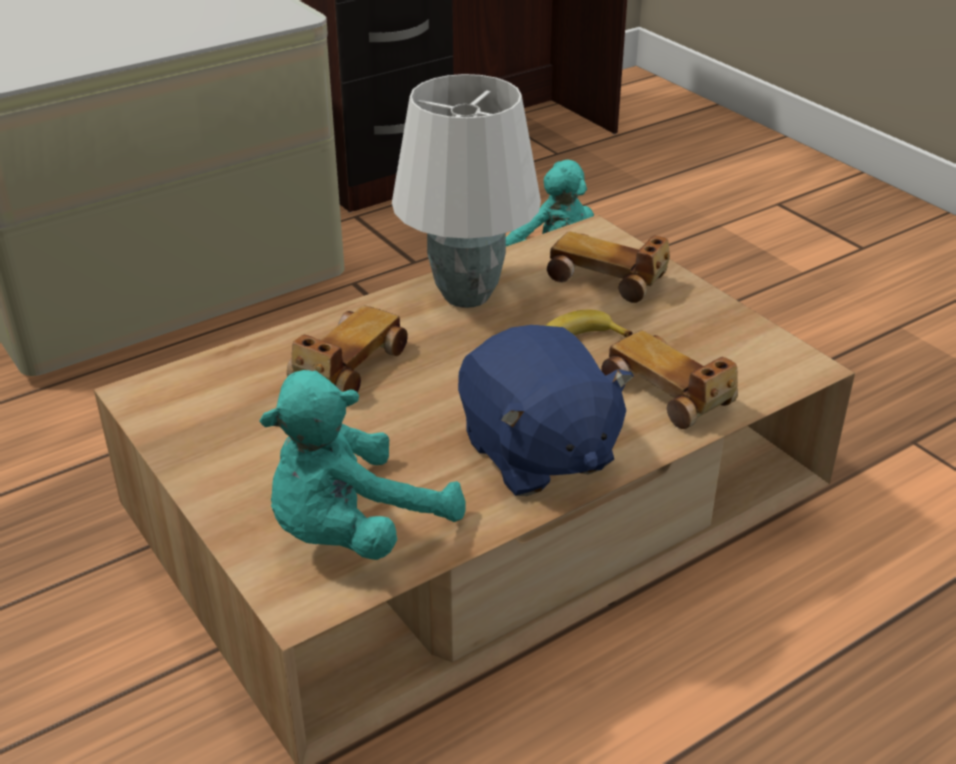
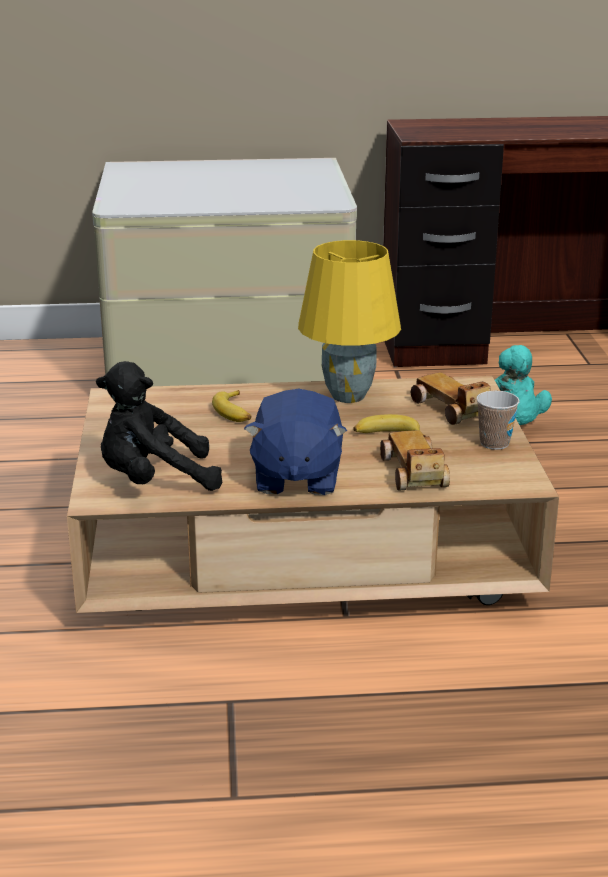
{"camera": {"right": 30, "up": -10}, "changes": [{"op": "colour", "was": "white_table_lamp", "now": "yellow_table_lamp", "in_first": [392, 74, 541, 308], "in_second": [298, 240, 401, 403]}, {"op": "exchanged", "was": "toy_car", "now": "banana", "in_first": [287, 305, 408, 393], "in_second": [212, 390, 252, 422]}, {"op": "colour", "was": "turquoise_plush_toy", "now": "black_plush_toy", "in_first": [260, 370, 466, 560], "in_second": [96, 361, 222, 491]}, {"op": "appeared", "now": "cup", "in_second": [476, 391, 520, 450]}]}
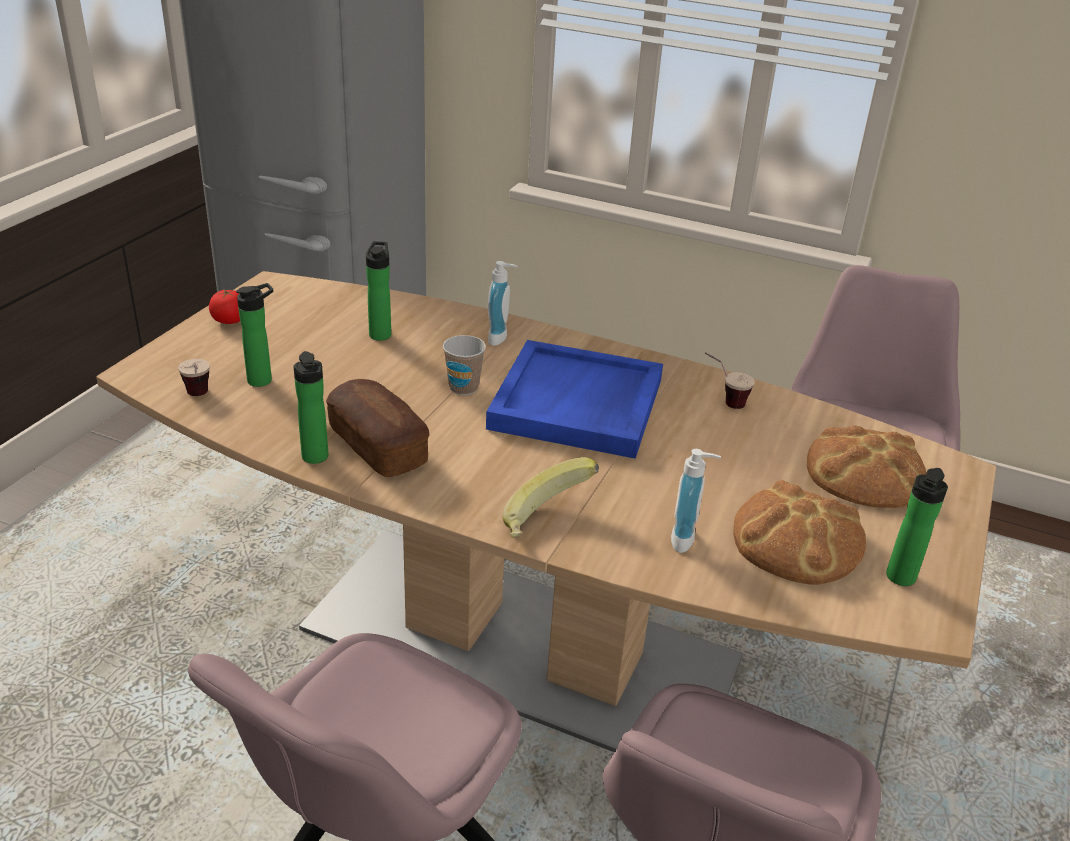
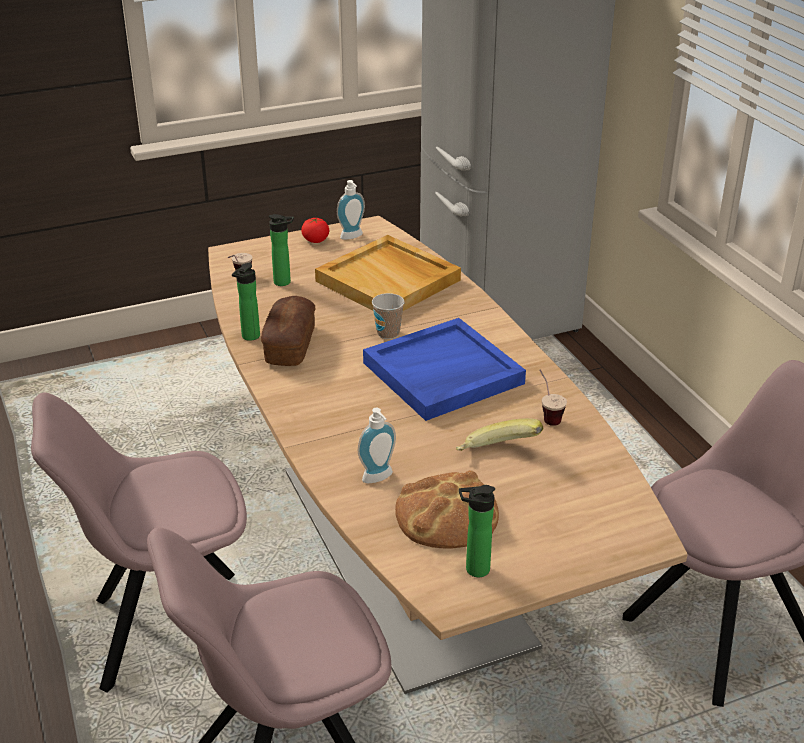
{"camera": {"right": 45, "up": 0}, "changes": [{"op": "exchanged", "was": "bottle", "now": "beige_tray", "in_first": [366, 241, 391, 341], "in_second": [315, 235, 461, 311]}, {"op": "relocated", "was": "soap_dispenser", "in_first": [488, 261, 518, 346], "in_second": [337, 180, 365, 240]}, {"op": "missing", "was": "bread", "in_first": [807, 425, 926, 508]}, {"op": "relocated", "was": "banana", "in_first": [502, 457, 599, 538], "in_second": [456, 418, 543, 451]}]}
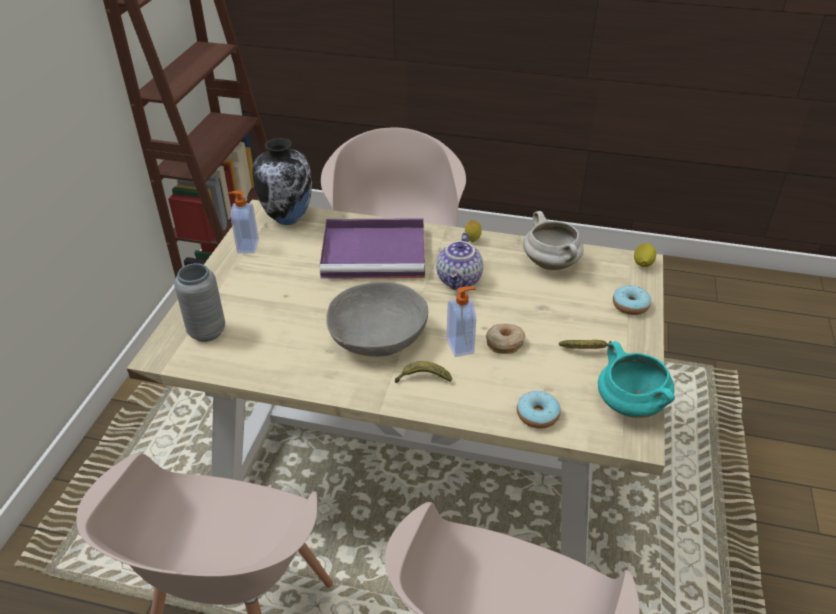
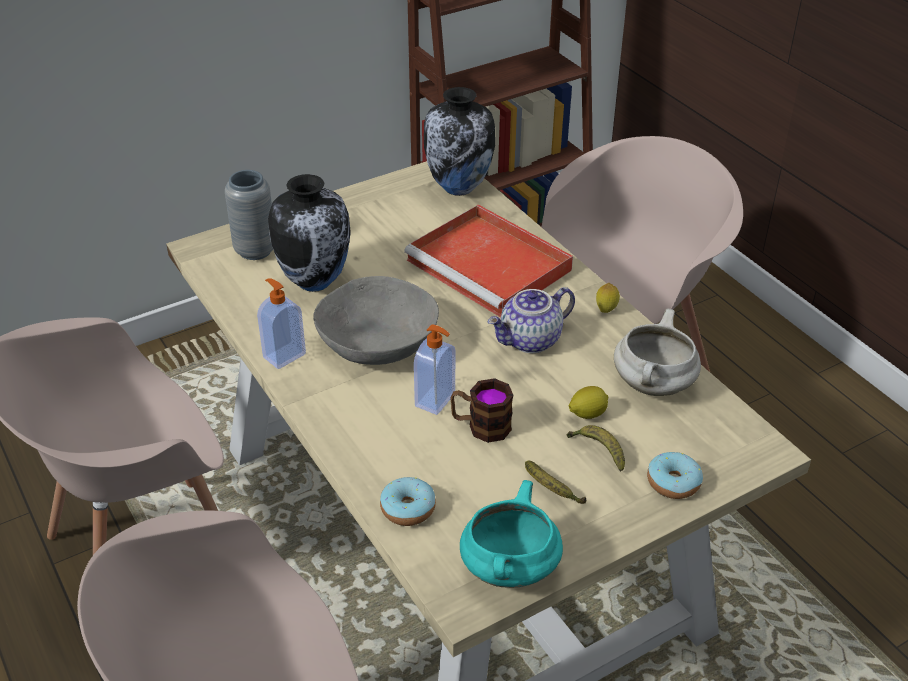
{"camera": {"right": 45, "up": 0}, "changes": [{"op": "relocated", "was": "soap_dispenser", "in_first": [228, 191, 259, 254], "in_second": [257, 278, 306, 369]}, {"op": "colour", "was": "purple_tray", "now": "red_tray", "in_first": [319, 218, 425, 279], "in_second": [404, 205, 573, 318]}, {"op": "relocated", "was": "lemon", "in_first": [634, 243, 656, 267], "in_second": [569, 386, 609, 419]}, {"op": "exchanged", "was": "donut", "now": "mug", "in_first": [486, 324, 525, 354], "in_second": [450, 378, 513, 443]}, {"op": "relocated", "was": "banana", "in_first": [395, 361, 452, 383], "in_second": [567, 425, 625, 472]}, {"op": "appeared", "now": "vase", "in_second": [268, 174, 351, 292]}]}
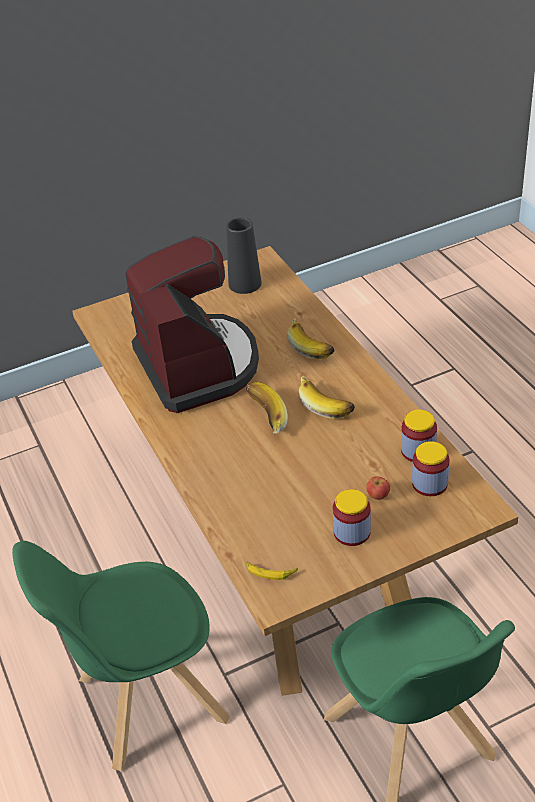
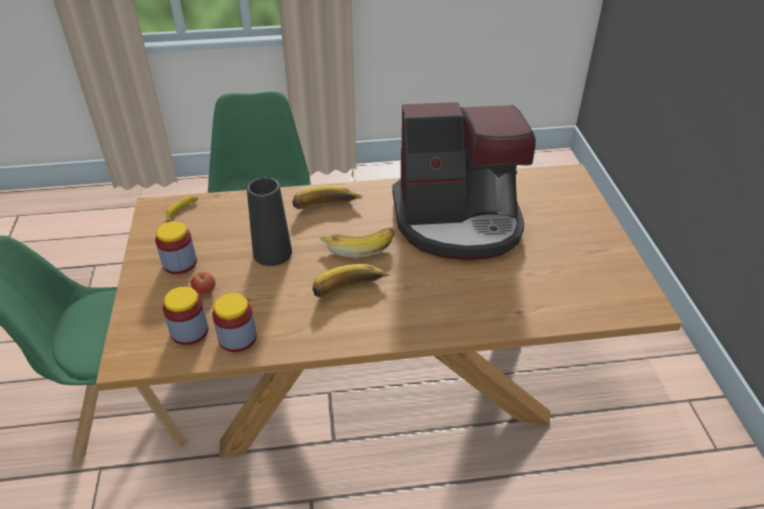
{"camera": {"right": 105, "up": 0}, "changes": [{"op": "relocated", "was": "black_vase", "in_first": [226, 218, 262, 294], "in_second": [247, 177, 292, 266]}, {"op": "relocated", "was": "banana", "in_first": [287, 318, 335, 359], "in_second": [292, 186, 363, 209]}]}
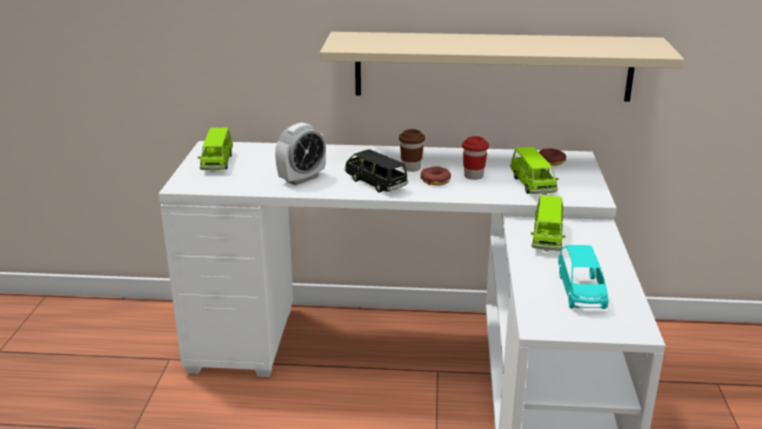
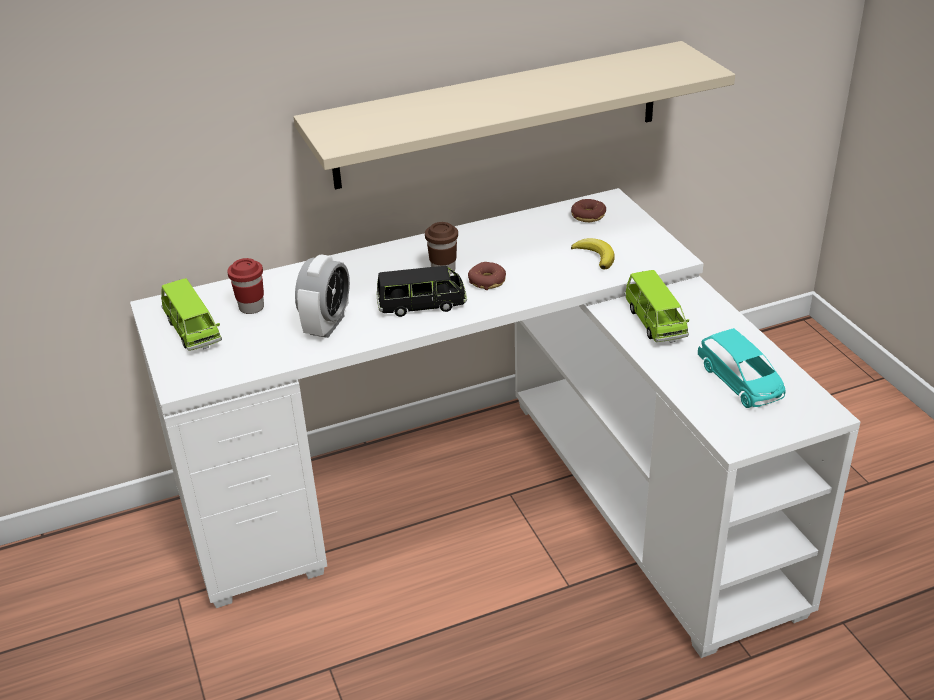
{"camera": {"right": -25, "up": 10}, "changes": [{"op": "relocated", "was": "red_cup", "in_first": [462, 136, 489, 180], "in_second": [227, 258, 264, 314]}, {"op": "exchanged", "was": "green_toy_car", "now": "banana", "in_first": [510, 147, 559, 195], "in_second": [571, 238, 614, 269]}, {"op": "spun", "was": "black_toy_car", "in_first": [345, 149, 408, 193], "in_second": [377, 266, 467, 317], "clockwise": 150}]}
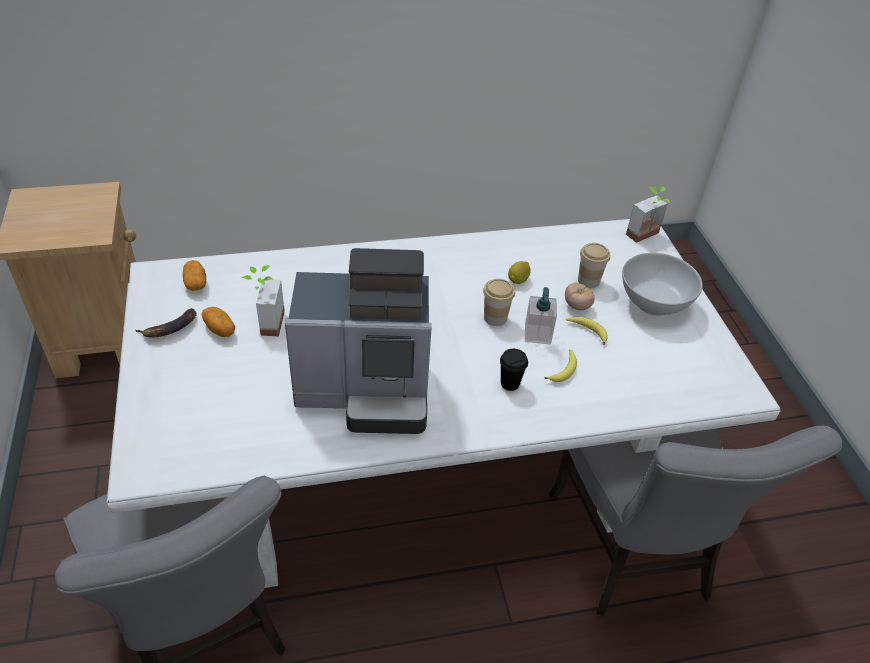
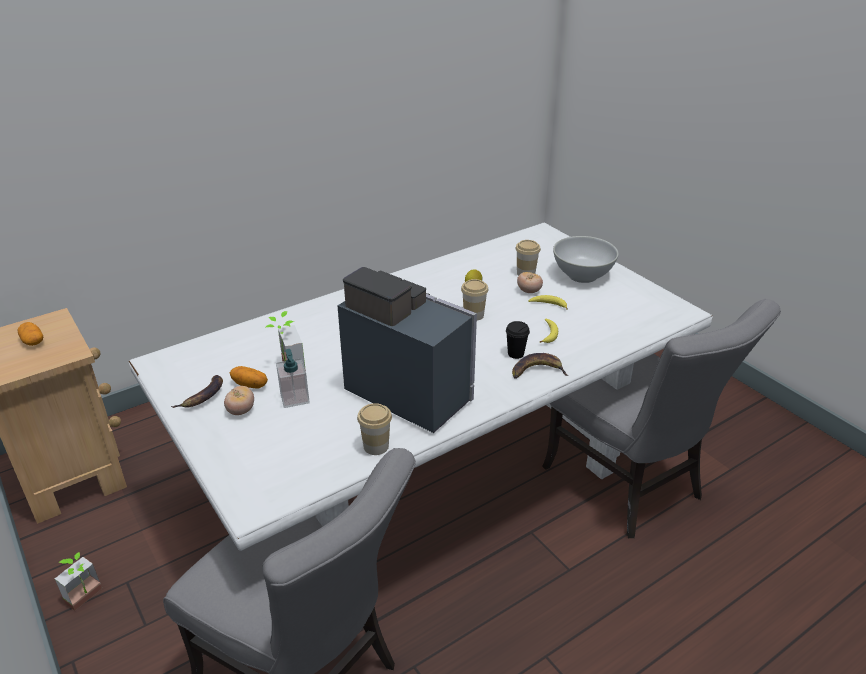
{"camera": {"right": -20, "up": -10}, "changes": [{"op": "relocated", "was": "potted_plant", "in_first": [626, 186, 670, 243], "in_second": [55, 552, 102, 611]}, {"op": "spun", "was": "coffee_machine", "in_first": [285, 248, 432, 434], "in_second": [338, 267, 477, 433], "clockwise": -120}, {"op": "relocated", "was": "potato", "in_first": [183, 260, 206, 291], "in_second": [18, 322, 43, 346]}, {"op": "relocated", "was": "soap_dispenser", "in_first": [525, 287, 557, 345], "in_second": [276, 349, 310, 408]}, {"op": "appeared", "now": "banana", "in_second": [512, 353, 568, 379]}, {"op": "appeared", "now": "tomato", "in_second": [224, 386, 254, 415]}, {"op": "appeared", "now": "cup", "in_second": [357, 403, 392, 455]}]}
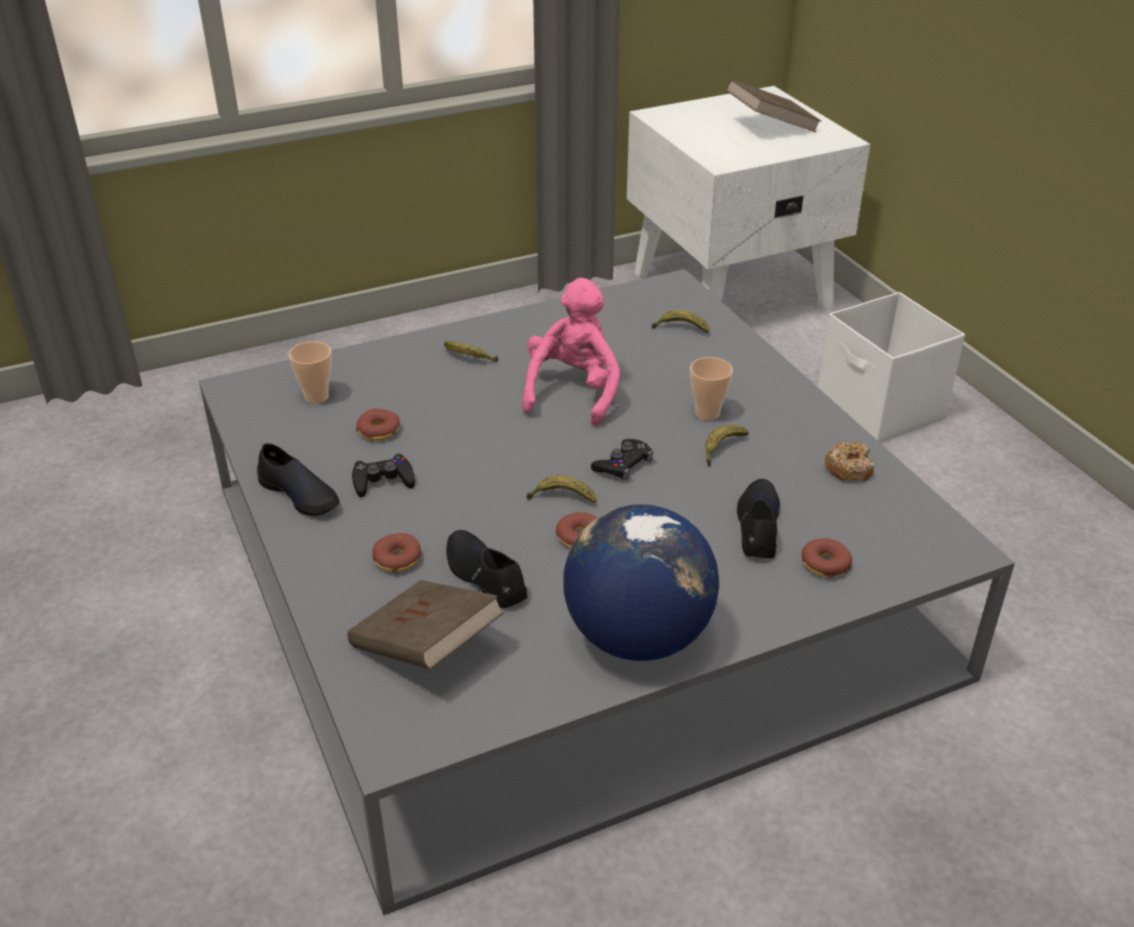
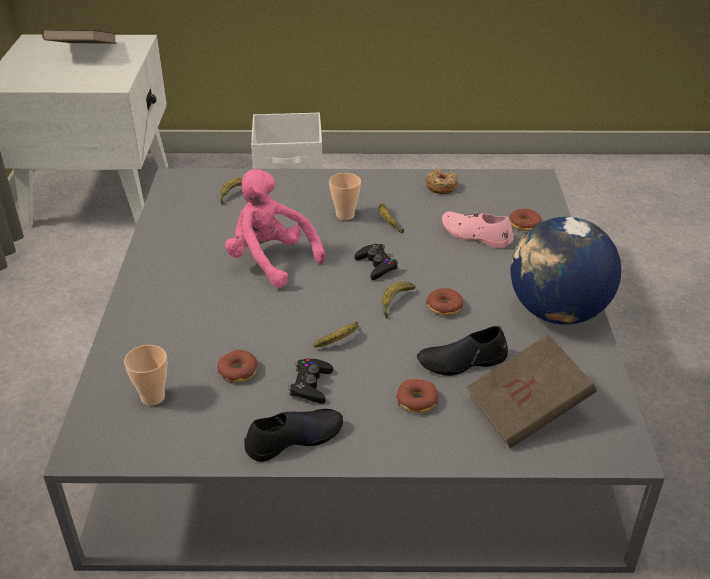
{"camera": {"right": -65, "up": 0}, "changes": [{"op": "relocated", "was": "banana", "in_first": [444, 341, 498, 362], "in_second": [313, 321, 358, 347]}, {"op": "colour", "was": "black_shoe", "now": "pink_shoe", "in_first": [737, 479, 780, 558], "in_second": [442, 211, 513, 248]}]}
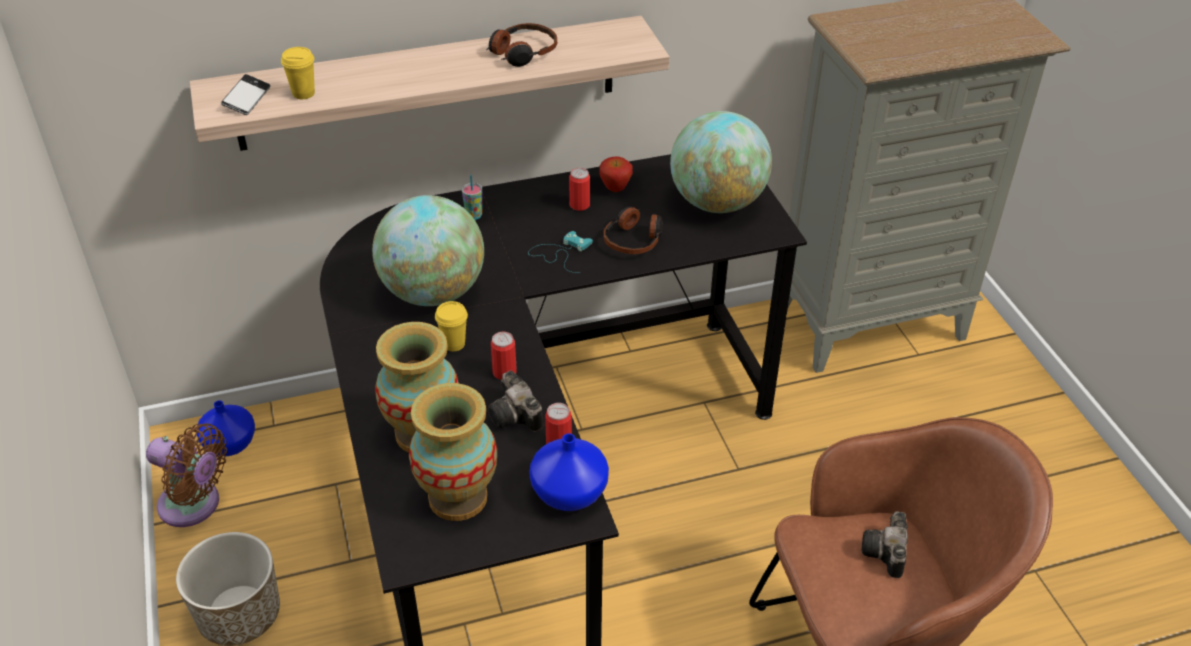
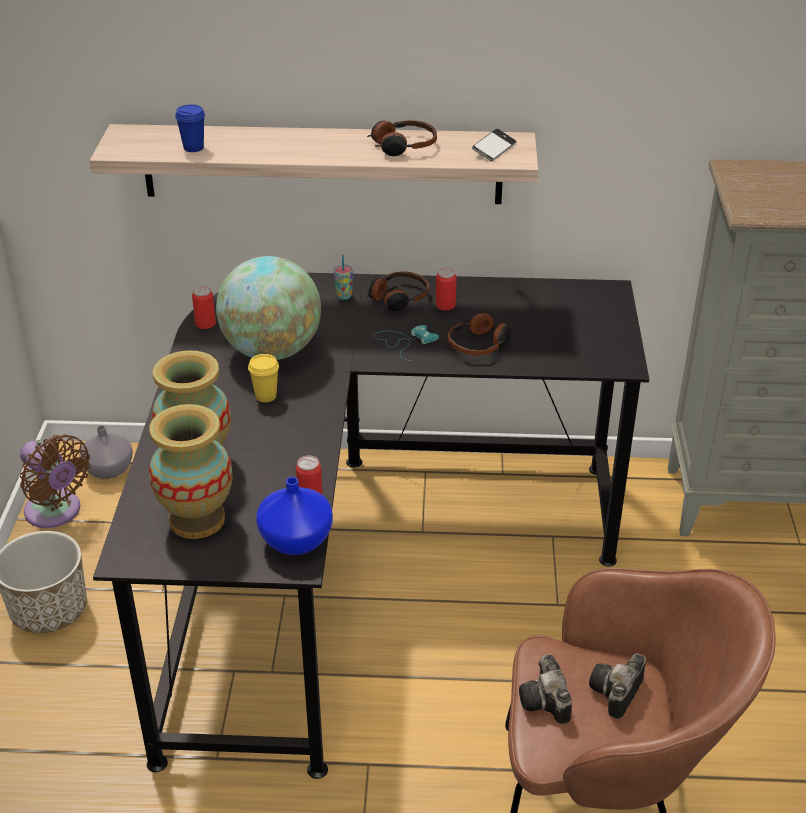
{"camera": {"right": 20, "up": -5}, "changes": [{"op": "colour", "was": "yellow_cup", "now": "blue_cup", "in_first": [281, 47, 315, 99], "in_second": [175, 104, 205, 152]}, {"op": "relocated", "was": "phone", "in_first": [221, 74, 270, 115], "in_second": [472, 129, 516, 161]}, {"op": "missing", "was": "globe", "in_first": [670, 111, 772, 213]}, {"op": "missing", "was": "apple", "in_first": [599, 156, 633, 192]}, {"op": "relocated", "was": "can", "in_first": [491, 332, 517, 380], "in_second": [192, 286, 216, 329]}, {"op": "relocated", "was": "photo_camera", "in_first": [488, 371, 543, 432], "in_second": [519, 654, 572, 724]}, {"op": "colour", "was": "blue_vase", "now": "grey_vase", "in_first": [197, 400, 255, 456], "in_second": [79, 425, 133, 479]}, {"op": "appeared", "now": "headphones", "in_second": [367, 271, 429, 311]}]}
